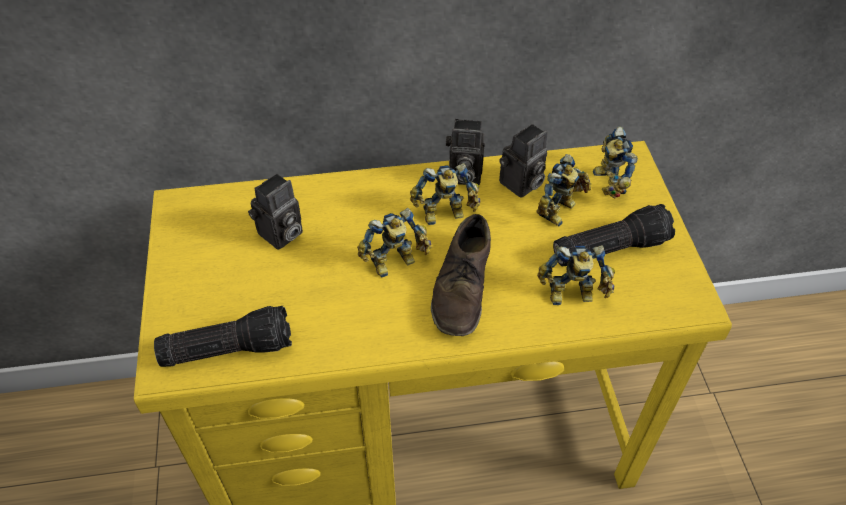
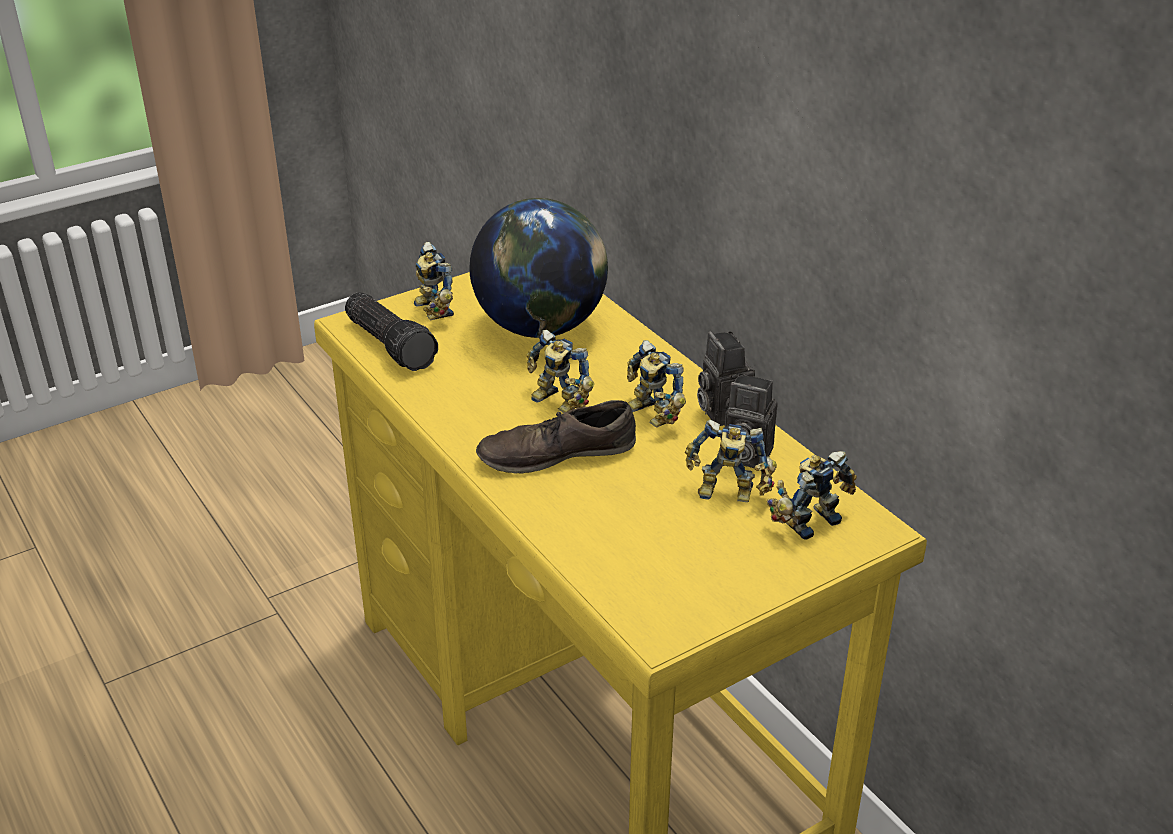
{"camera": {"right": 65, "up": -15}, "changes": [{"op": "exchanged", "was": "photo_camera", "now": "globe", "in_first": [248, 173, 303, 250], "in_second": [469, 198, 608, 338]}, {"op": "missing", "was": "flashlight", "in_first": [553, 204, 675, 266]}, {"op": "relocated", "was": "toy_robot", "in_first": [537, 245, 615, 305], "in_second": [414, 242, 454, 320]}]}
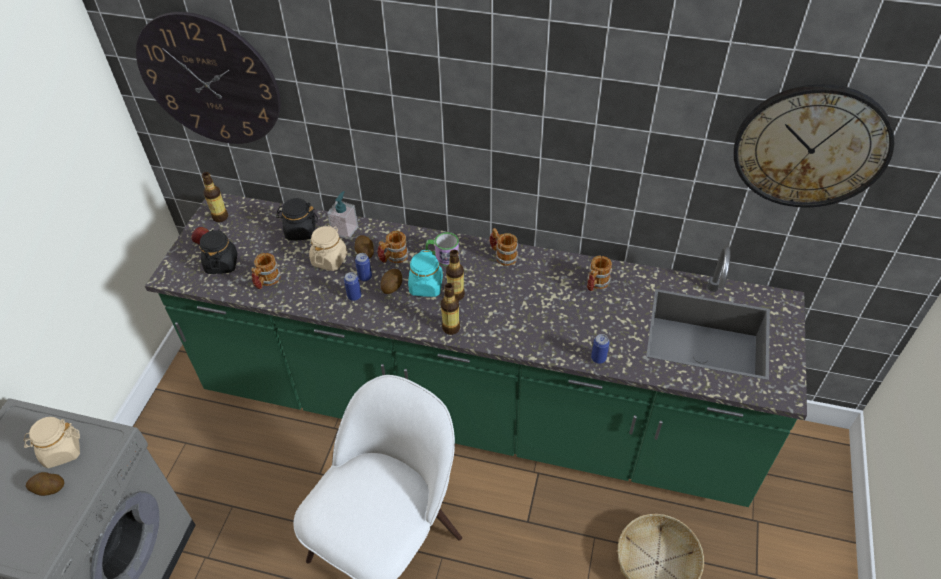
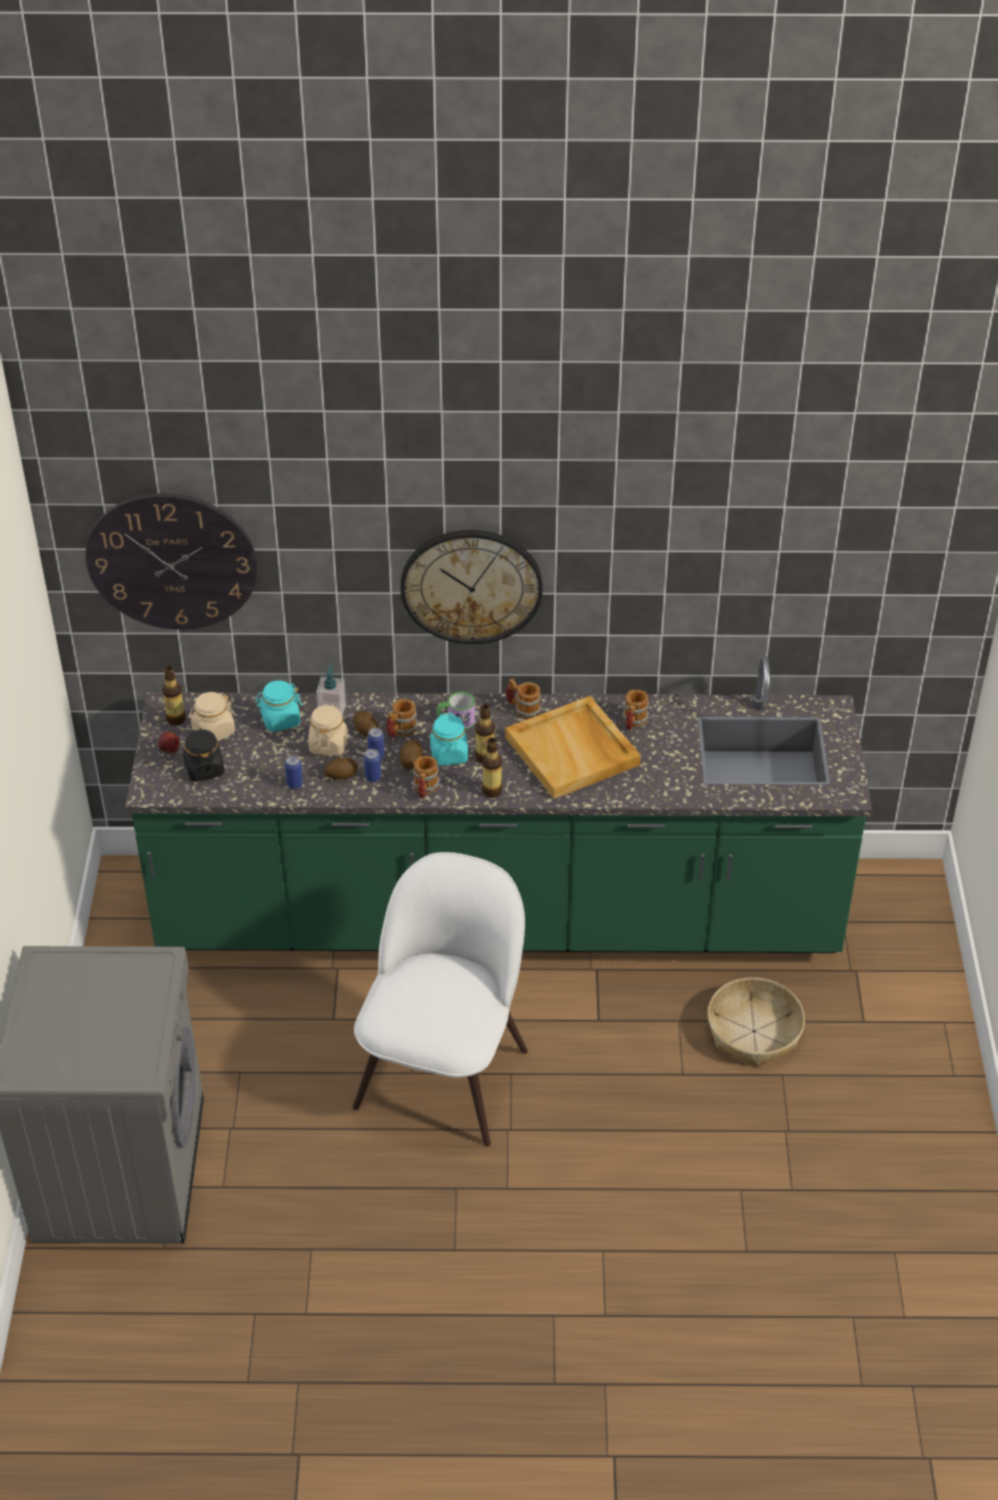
{"camera": {"right": -15, "up": -5}, "changes": [{"op": "relocated", "was": "wall_clock", "in_first": [734, 84, 894, 207], "in_second": [401, 530, 542, 644]}, {"op": "colour", "was": "black_jar", "now": "turquoise_jar", "in_first": [276, 198, 318, 241], "in_second": [255, 680, 302, 732]}, {"op": "relocated", "was": "mug", "in_first": [251, 253, 281, 289], "in_second": [413, 756, 440, 798]}, {"op": "relocated", "was": "can", "in_first": [591, 334, 610, 364], "in_second": [285, 755, 303, 789]}, {"op": "relocated", "was": "beige_jar", "in_first": [24, 417, 80, 468], "in_second": [189, 692, 235, 741]}, {"op": "relocated", "was": "potato", "in_first": [26, 472, 64, 496], "in_second": [323, 757, 358, 780]}, {"op": "appeared", "now": "beige_tray", "in_second": [505, 696, 641, 799]}]}
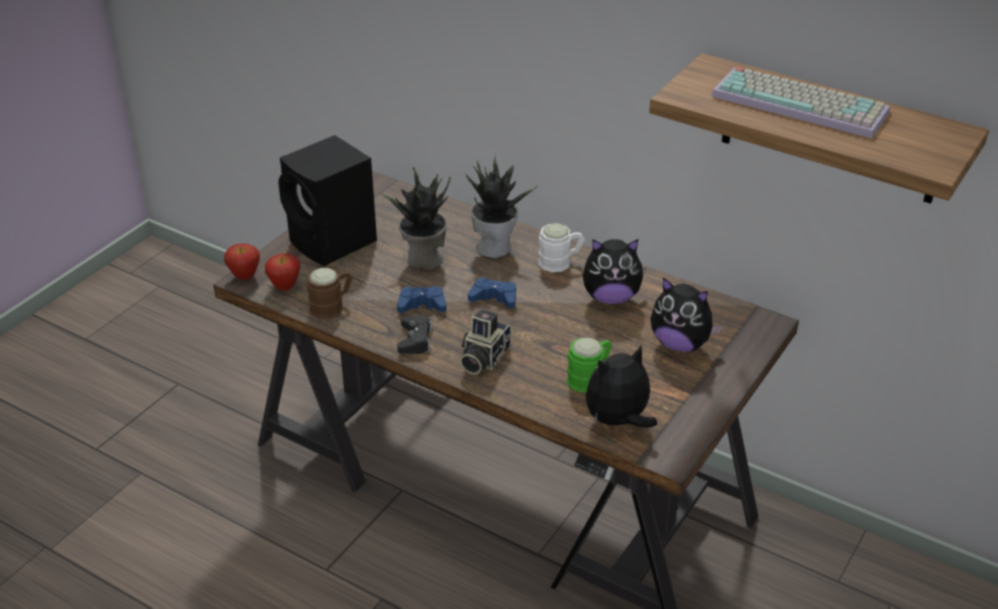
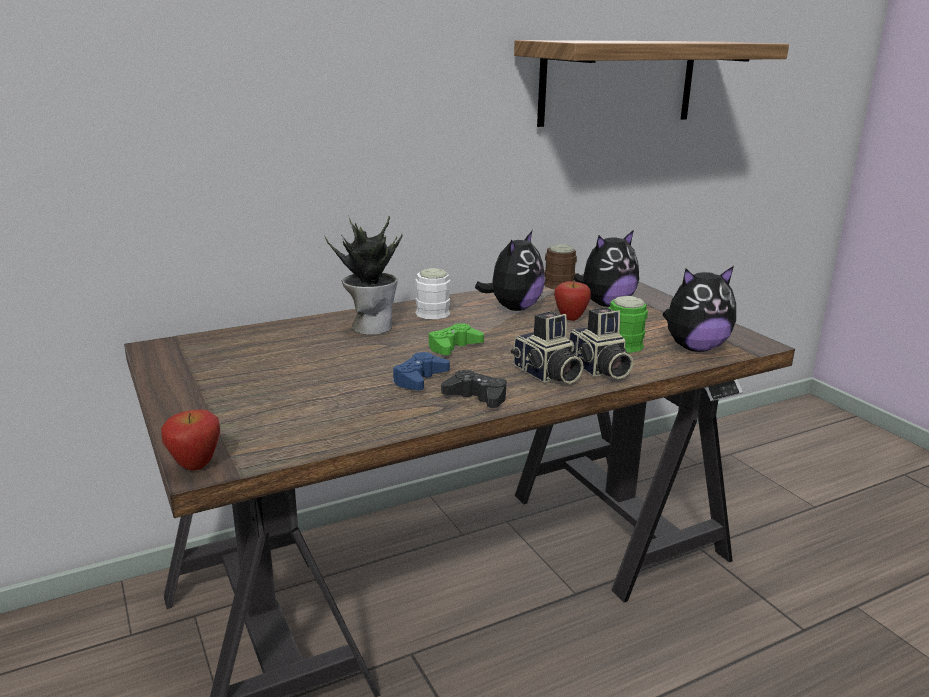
{"camera": {"right": -60, "up": -15}, "changes": [{"op": "missing", "was": "keyboard", "in_first": [711, 67, 890, 138]}, {"op": "missing", "was": "black_speaker", "in_first": [278, 135, 377, 266]}, {"op": "missing", "was": "potted_plant", "in_first": [381, 167, 451, 270]}, {"op": "relocated", "was": "apple", "in_first": [265, 254, 300, 291], "in_second": [554, 281, 591, 321]}, {"op": "relocated", "was": "brown_mug", "in_first": [306, 268, 353, 319], "in_second": [544, 244, 577, 289]}, {"op": "colour", "was": "blue_game_controller", "now": "green_game_controller", "in_first": [468, 277, 516, 308], "in_second": [428, 323, 484, 355]}, {"op": "spun", "was": "plush_toy", "in_first": [586, 344, 657, 428], "in_second": [662, 266, 736, 352], "clockwise": -105}, {"op": "appeared", "now": "photo_camera", "in_second": [569, 307, 633, 379]}]}
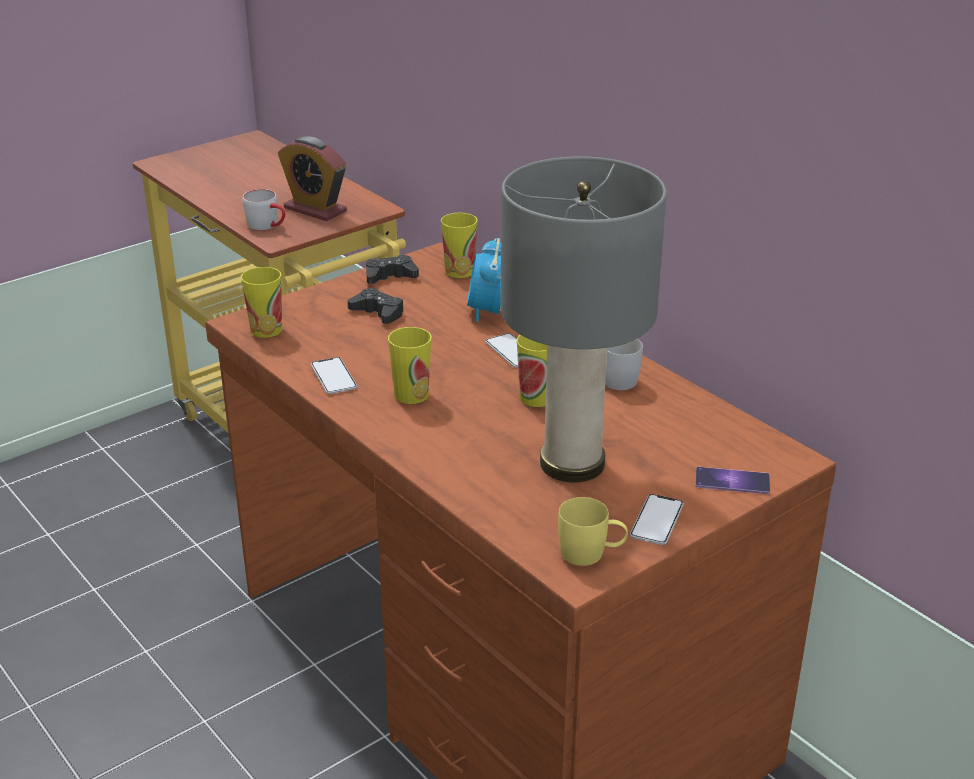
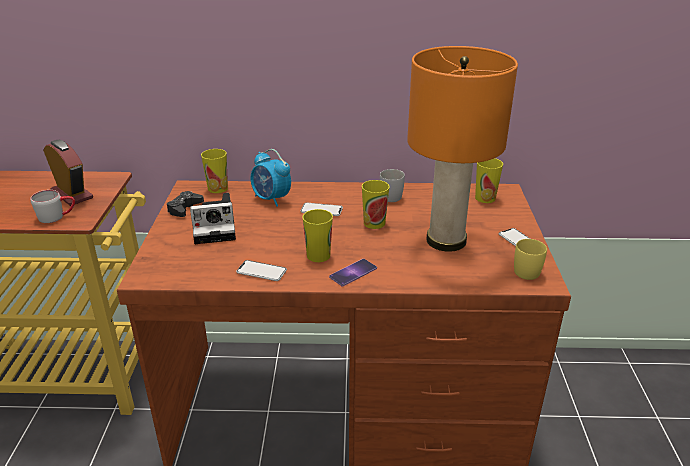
{"camera": {"right": -50, "up": 0}, "changes": [{"op": "spun", "was": "alarm_clock", "in_first": [278, 136, 347, 221], "in_second": [44, 140, 93, 206], "clockwise": -120}, {"op": "colour", "was": "grey_table_lamp", "now": "orange_table_lamp", "in_first": [501, 156, 667, 482], "in_second": [407, 46, 518, 252]}, {"op": "relocated", "was": "cup", "in_first": [241, 267, 282, 338], "in_second": [475, 158, 503, 203]}, {"op": "exchanged", "was": "black_game_controller", "now": "photo_camera", "in_first": [347, 288, 404, 324], "in_second": [190, 193, 236, 244]}, {"op": "relocated", "was": "phone", "in_first": [695, 467, 770, 494], "in_second": [329, 259, 377, 286]}]}
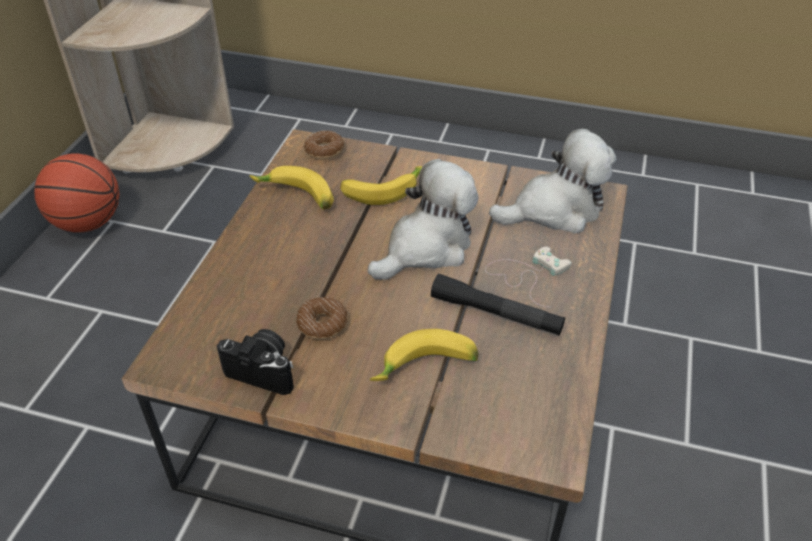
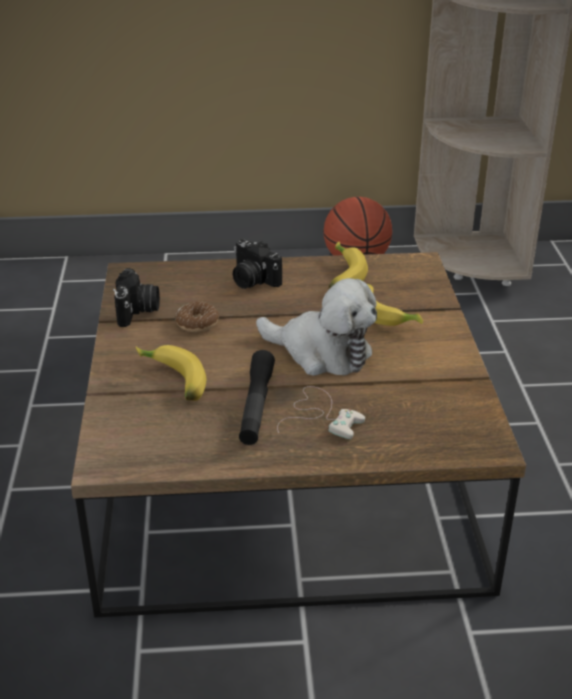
{"camera": {"right": 70, "up": -10}, "changes": [{"op": "missing", "was": "plush_toy", "in_first": [489, 129, 616, 234]}, {"op": "missing", "was": "donut", "in_first": [304, 131, 344, 160]}, {"op": "appeared", "now": "photo_camera", "in_second": [233, 239, 282, 289]}]}
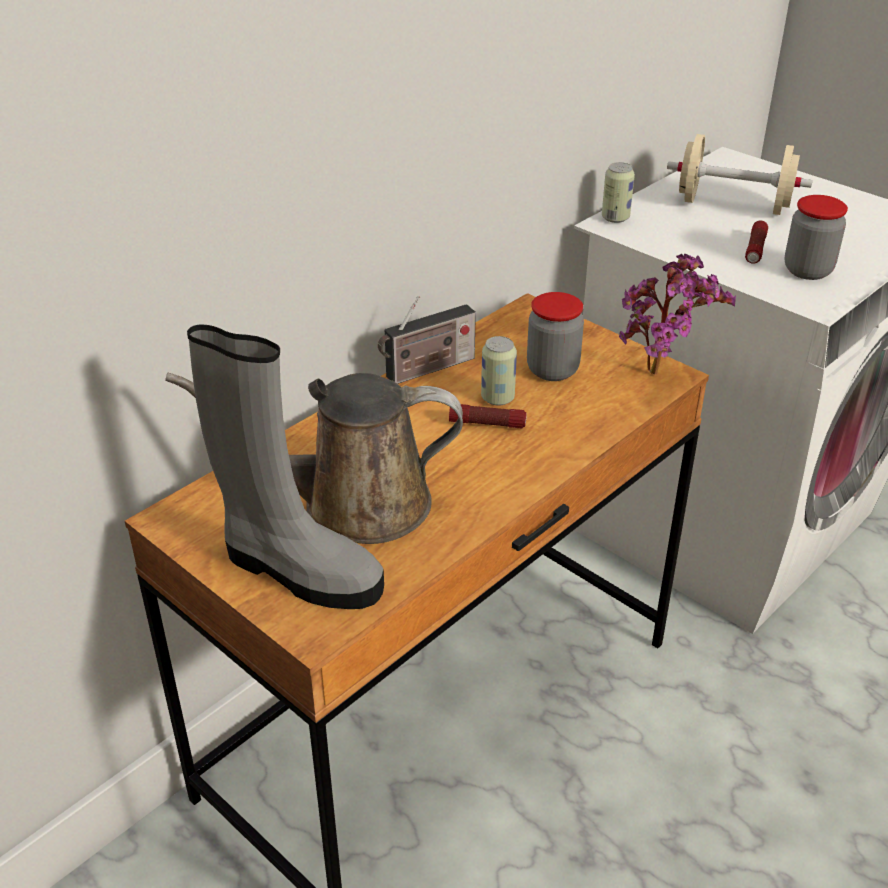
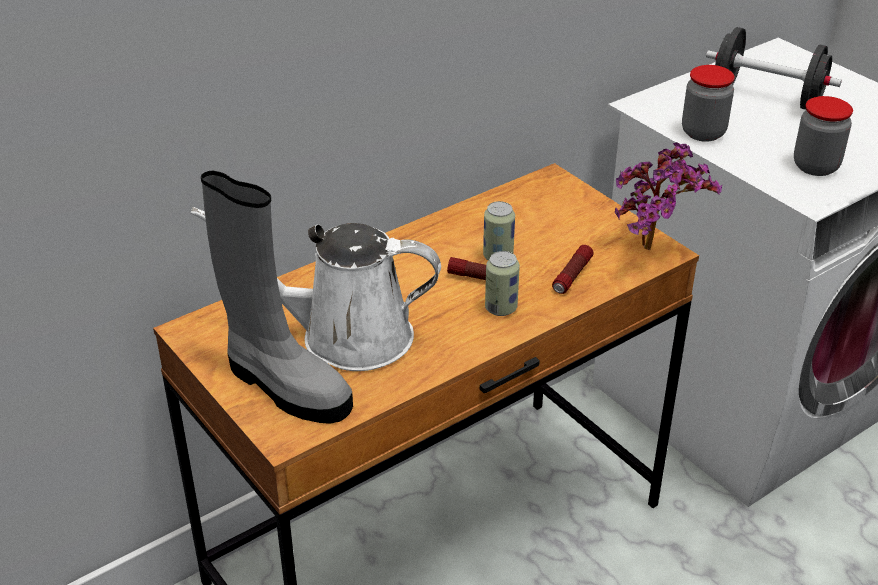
{"camera": {"right": 10, "up": 0}, "changes": [{"op": "colour", "was": "beige_dumbbell", "now": "black_dumbbell", "in_first": [667, 134, 813, 215], "in_second": [706, 27, 842, 110]}, {"op": "relocated", "was": "can", "in_first": [602, 162, 635, 223], "in_second": [485, 251, 520, 316]}, {"op": "relocated", "was": "flashlight", "in_first": [745, 220, 768, 264], "in_second": [552, 245, 594, 294]}, {"op": "relocated", "was": "jar", "in_first": [527, 292, 584, 381], "in_second": [682, 65, 735, 142]}, {"op": "missing", "was": "radio", "in_first": [378, 296, 476, 384]}, {"op": "colour", "was": "brown_watering_can", "now": "white_watering_can", "in_first": [165, 372, 463, 544], "in_second": [190, 207, 441, 371]}]}
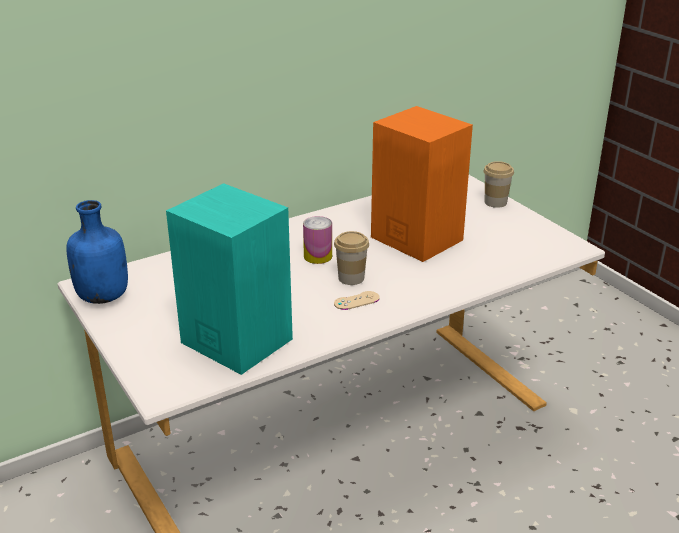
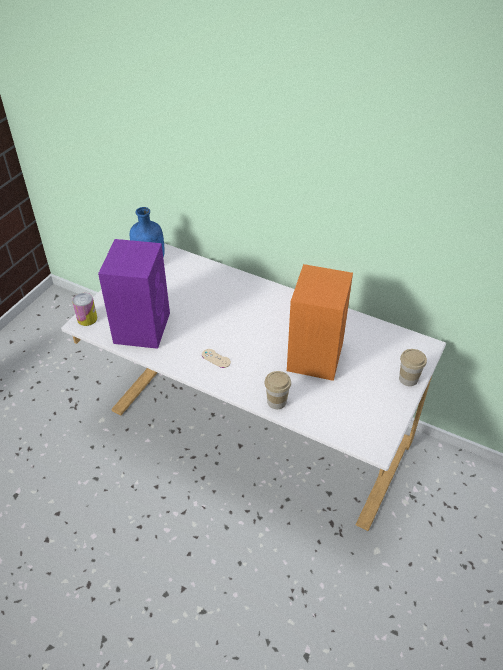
{"camera": {"right": 60, "up": 15}, "changes": [{"op": "colour", "was": "turquoise_speaker", "now": "purple_speaker", "in_first": [166, 183, 293, 375], "in_second": [98, 239, 170, 349]}, {"op": "relocated", "was": "can", "in_first": [303, 216, 332, 264], "in_second": [72, 293, 97, 326]}, {"op": "relocated", "was": "cup", "in_first": [334, 231, 369, 285], "in_second": [264, 371, 291, 409]}]}
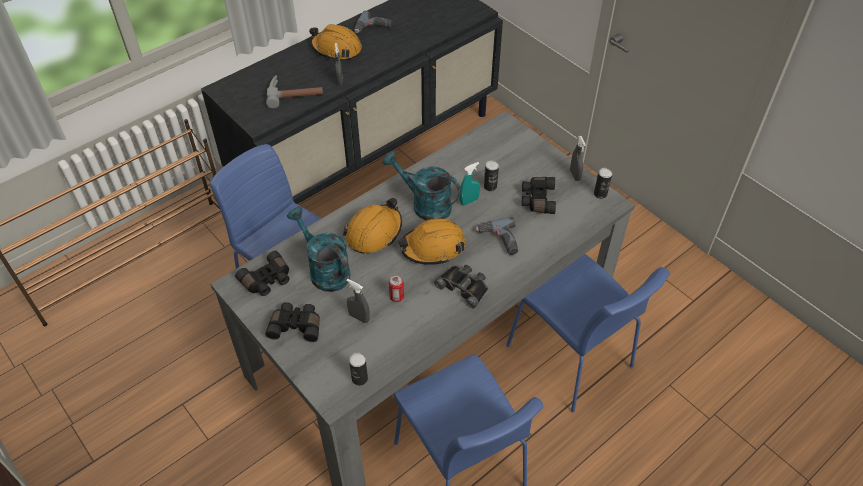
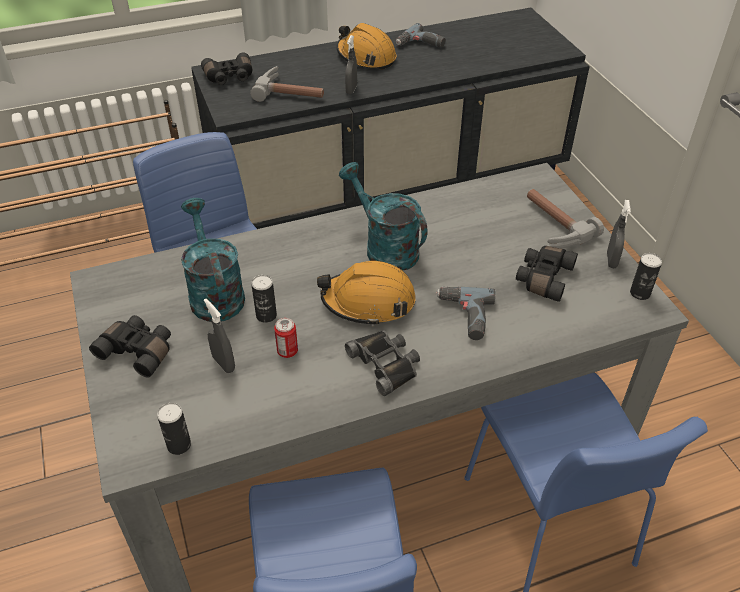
{"camera": {"right": 20, "up": -5}, "changes": [{"op": "relocated", "was": "can", "in_first": [484, 160, 499, 191], "in_second": [251, 275, 277, 323]}, {"op": "missing", "was": "turquoise_spray_bottle", "in_first": [460, 162, 480, 206]}, {"op": "missing", "was": "orange_hard_hat", "in_first": [343, 198, 402, 254]}, {"op": "relocated", "was": "black_binoculars", "in_first": [235, 251, 289, 296], "in_second": [201, 52, 252, 85]}, {"op": "appeared", "now": "hammer", "in_second": [527, 189, 604, 249]}]}
